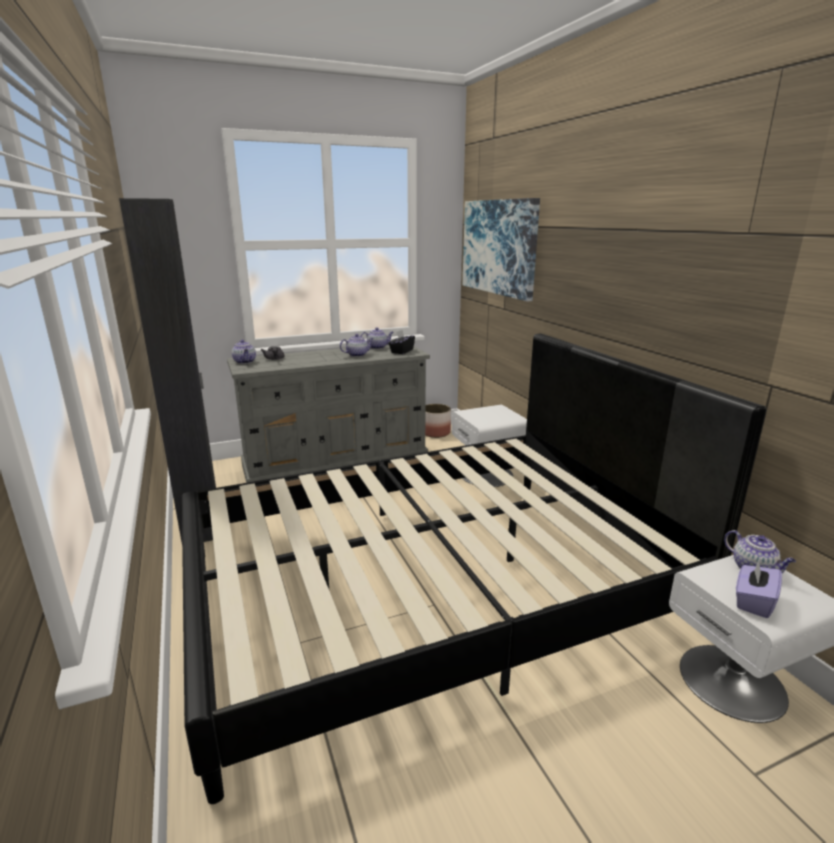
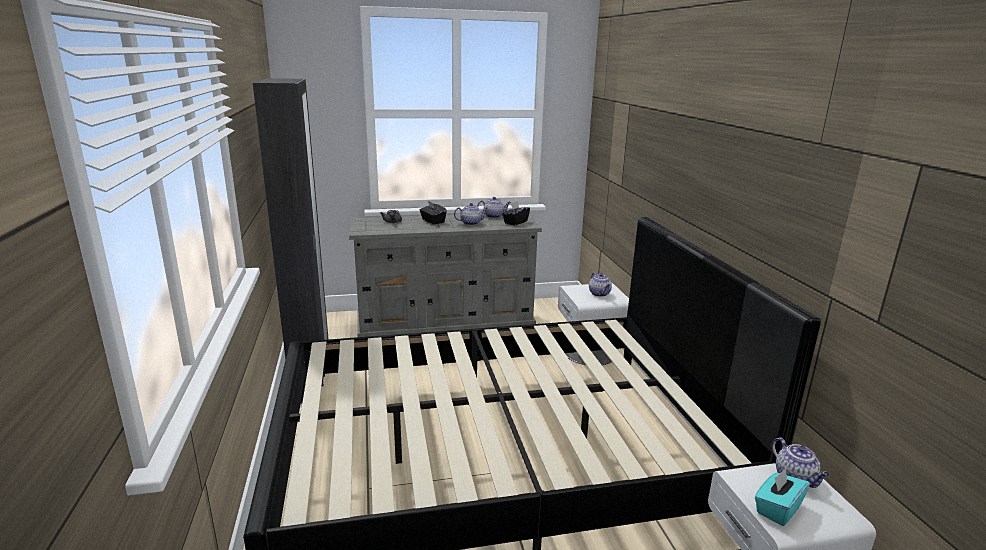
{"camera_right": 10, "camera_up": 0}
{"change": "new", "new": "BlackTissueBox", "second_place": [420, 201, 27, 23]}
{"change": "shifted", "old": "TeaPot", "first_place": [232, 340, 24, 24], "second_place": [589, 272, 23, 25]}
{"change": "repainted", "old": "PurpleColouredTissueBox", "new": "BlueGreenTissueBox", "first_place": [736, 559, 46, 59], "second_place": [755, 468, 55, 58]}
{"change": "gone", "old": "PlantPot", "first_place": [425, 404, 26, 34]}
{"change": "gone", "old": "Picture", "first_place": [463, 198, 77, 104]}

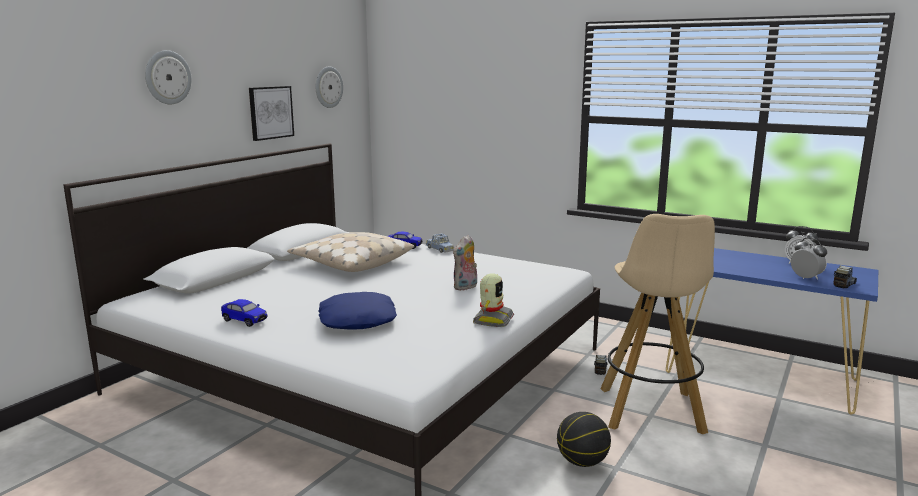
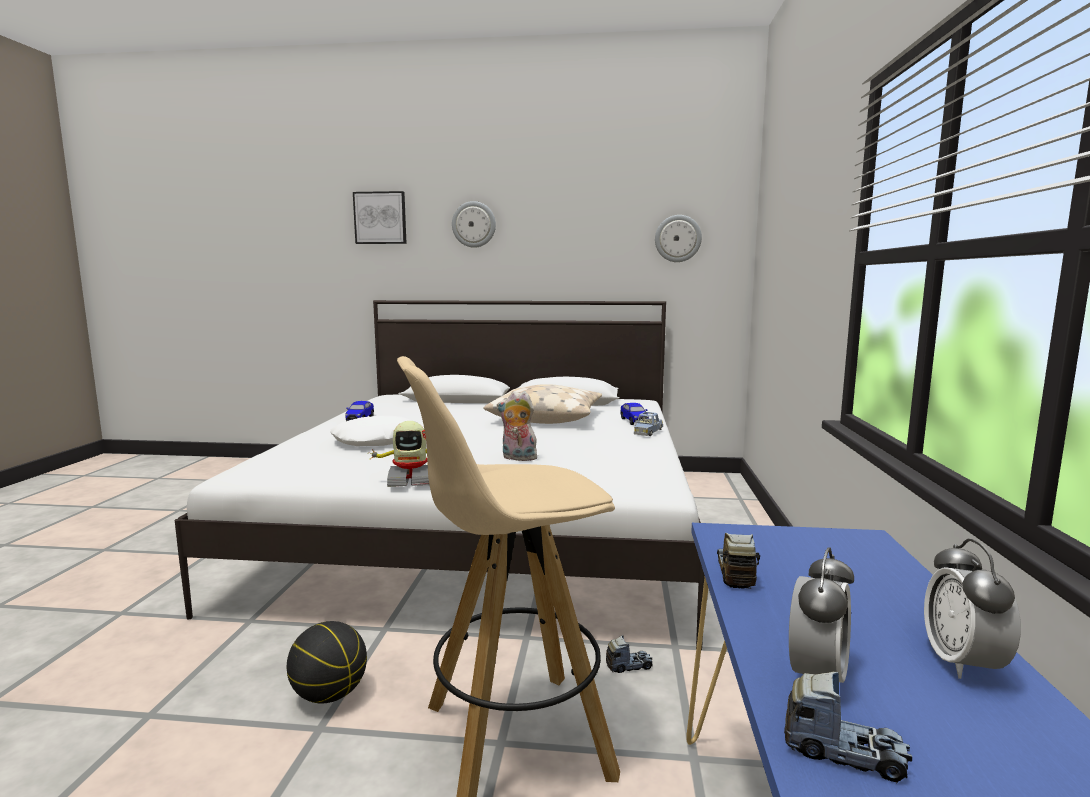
{"camera_right": 65, "camera_up": -5}
{"change": "repainted", "old": "BlueColouredThrowPillow", "new": "WhitishThrowPillow", "first_place": [318, 292, 79, 38], "second_place": [331, 416, 82, 30]}
{"change": "shifted", "old": "Picture", "first_place": [249, 86, 45, 55], "second_place": [353, 191, 54, 53]}
{"change": "new", "new": "ToyTruck", "second_place": [717, 533, 43, 56]}

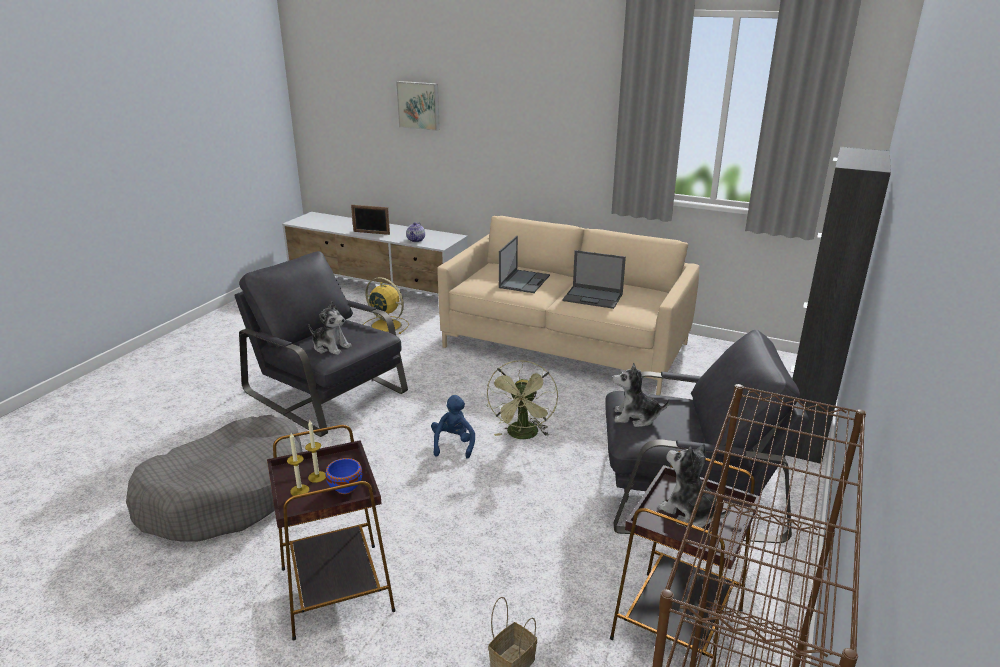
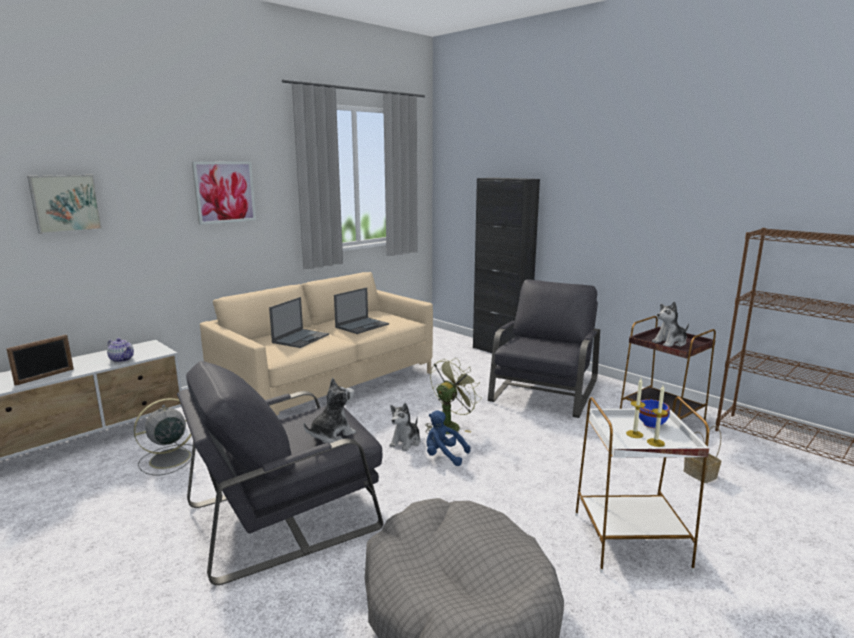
{"camera_right": -70, "camera_up": -10}
{"change": "repainted", "old": "YellowishCoolingFan", "new": "GreyishCoolingFan", "first_place": [363, 277, 46, 57], "second_place": [134, 398, 59, 77]}
{"change": "new", "new": "Picture", "second_place": [192, 161, 64, 64]}
{"change": "rotated", "old": "NotebookComputer", "first_place": [499, 236, 51, 57], "second_place": [269, 297, 60, 51], "degrees": 75}
{"change": "shifted", "old": "CuddlyToy", "first_place": [612, 363, 58, 64], "second_place": [389, 403, 32, 48]}
{"change": "rotated", "old": "GreenishCoolingFan", "first_place": [487, 360, 71, 79], "second_place": [425, 358, 57, 76], "degrees": -75}
{"change": "repainted", "old": "BrownAccentTable", "new": "WhitishAccentTable", "first_place": [267, 425, 128, 216], "second_place": [575, 397, 134, 176]}

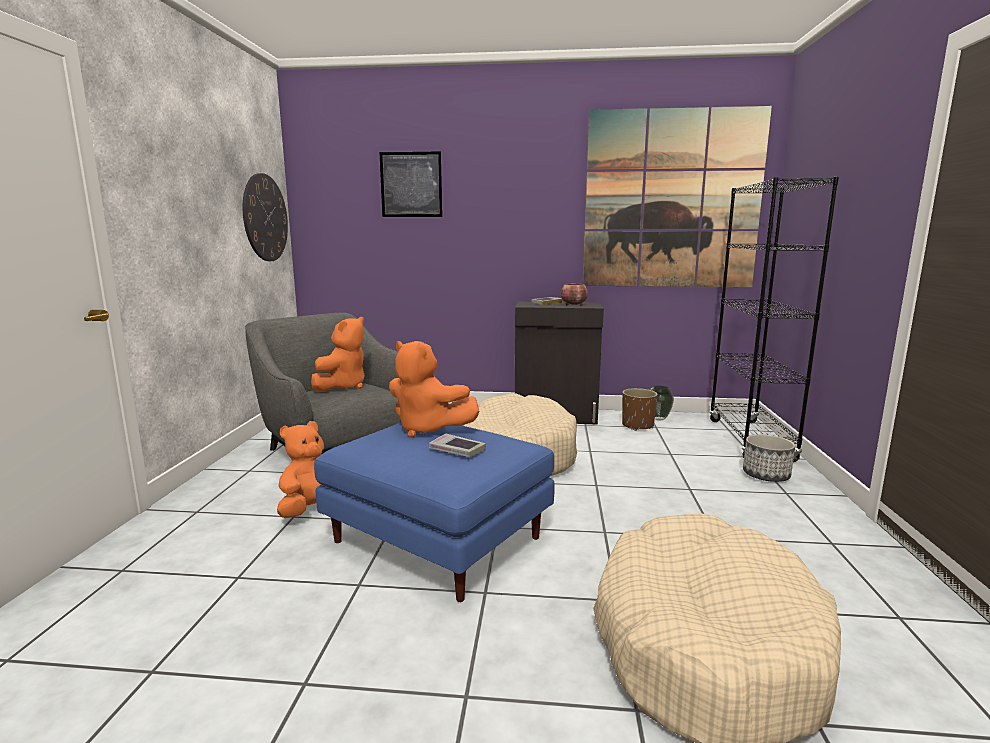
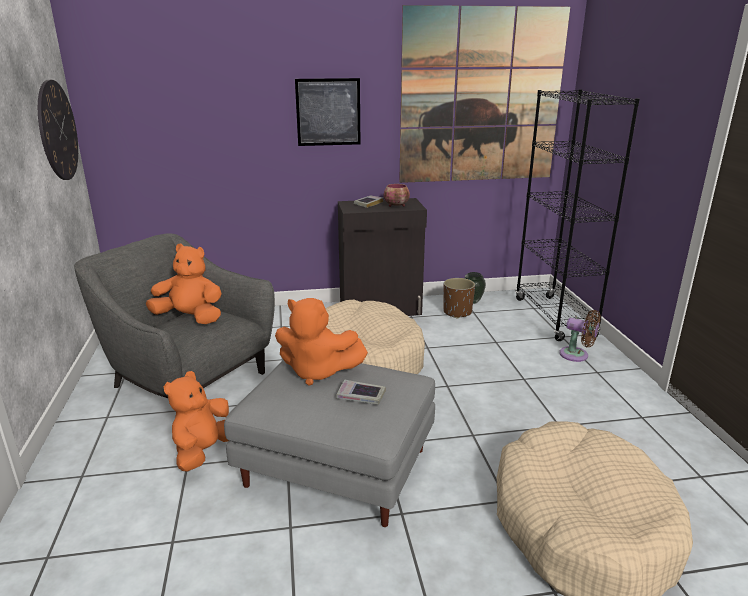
{"camera_right": -15, "camera_up": 10}
{"change": "rotated", "old": "OrangeCuddlyToy", "first_place": [311, 317, 54, 75], "second_place": [146, 243, 76, 81], "degrees": -90}
{"change": "repainted", "old": "BlueColouredPouffe", "new": "GreyishPouffe", "first_place": [314, 422, 241, 180], "second_place": [224, 360, 211, 167]}
{"change": "shifted", "old": "Picture", "first_place": [379, 151, 64, 66], "second_place": [295, 78, 65, 68]}
{"change": "swapped", "old": "PlantPot", "new": "BrownCoolingFan", "first_place": [743, 434, 52, 48], "second_place": [559, 310, 42, 52]}

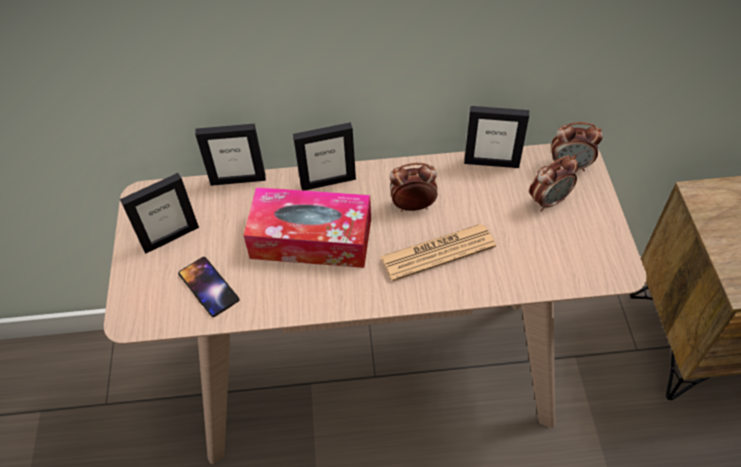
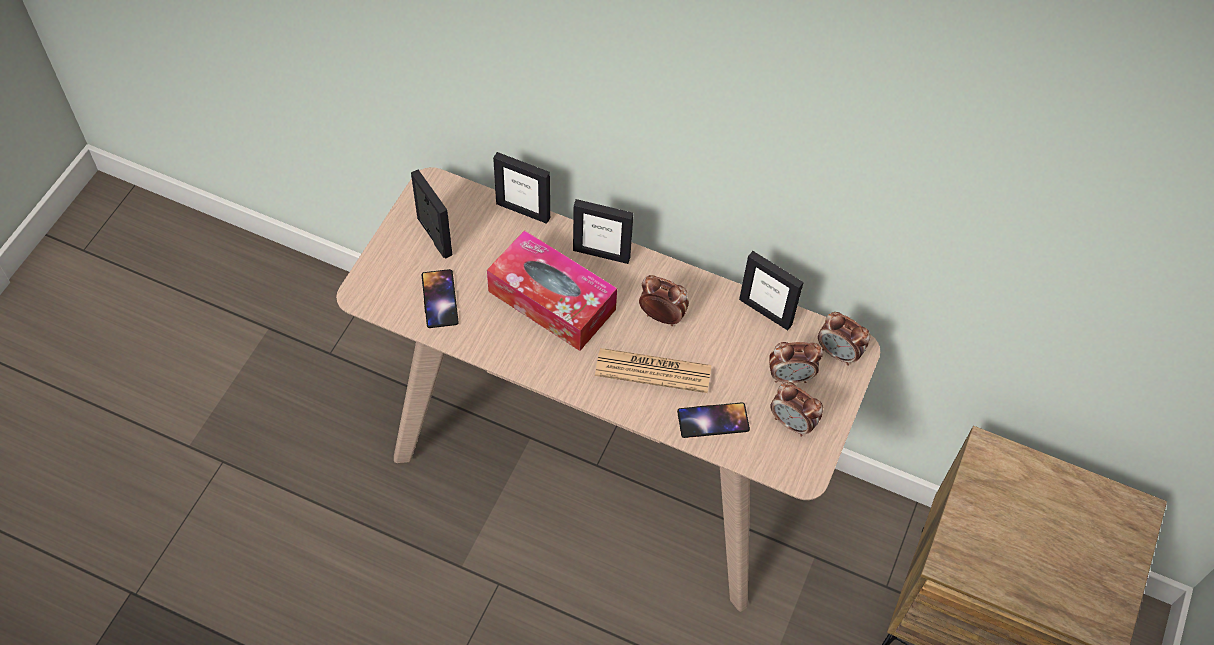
{"camera_right": 25, "camera_up": 5}
{"change": "rotated", "old": "StandingFrame", "first_place": [120, 173, 79, 81], "second_place": [411, 170, 41, 89], "degrees": -120}
{"change": "new", "new": "Phone", "second_place": [677, 402, 73, 36]}
{"change": "new", "new": "TableClock", "second_place": [770, 382, 53, 54]}

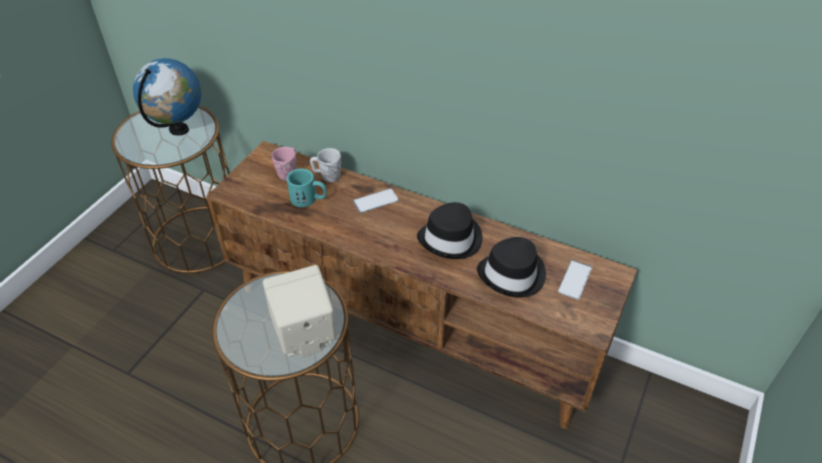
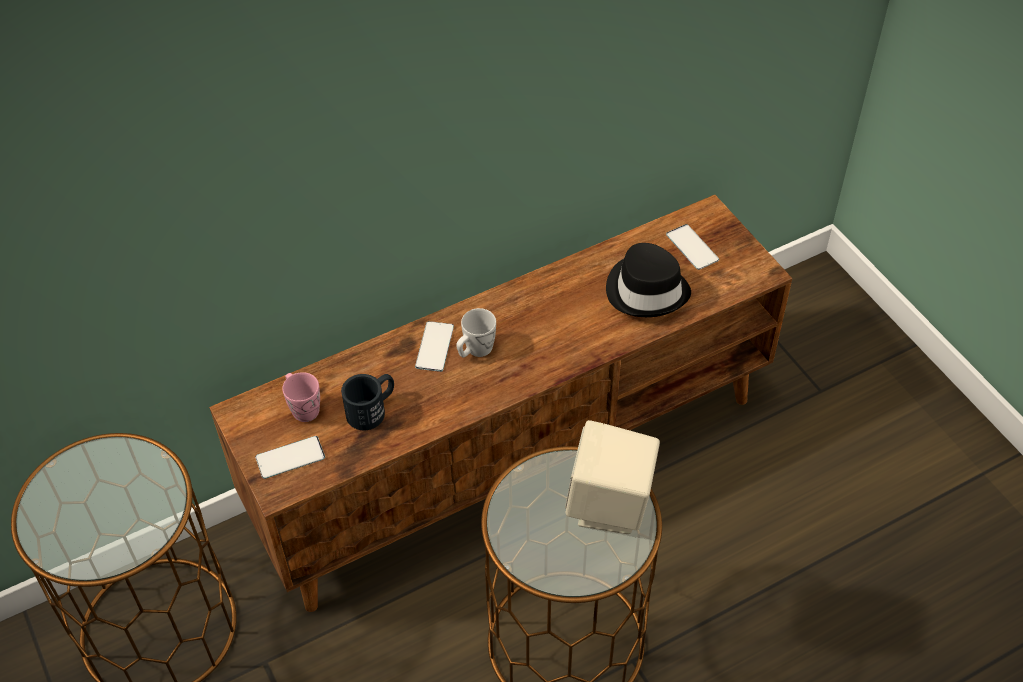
{"camera_right": -55, "camera_up": 5}
{"change": "new", "new": "Phone", "second_place": [255, 436, 70, 43]}
{"change": "repainted", "old": "BlueGreenTeaMug", "new": "BlackTeaMug", "first_place": [287, 168, 40, 39], "second_place": [341, 374, 53, 56]}
{"change": "shifted", "old": "WhitishTeaMug", "first_place": [310, 148, 31, 34], "second_place": [456, 308, 40, 50]}
{"change": "gone", "old": "Globe", "first_place": [133, 58, 68, 78]}
{"change": "gone", "old": "BlackClothingHat", "first_place": [417, 202, 65, 57]}

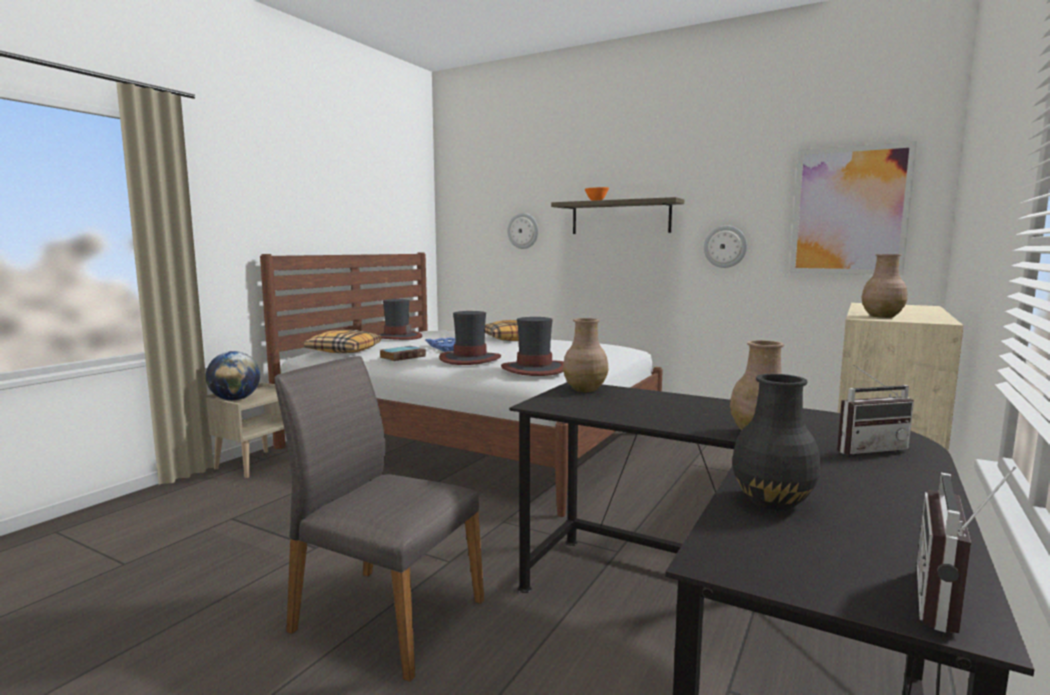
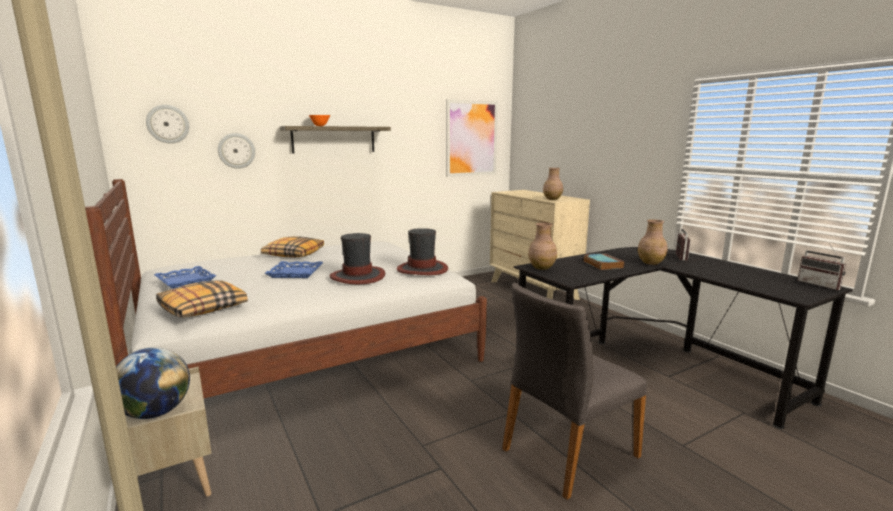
{"camera_right": -60, "camera_up": 5}
{"change": "shifted", "old": "ClockOnTheWall", "first_place": [704, 225, 43, 43], "second_place": [146, 105, 43, 39]}
{"change": "swapped", "old": "ClothingHat", "new": "BlueColouredTray", "first_place": [377, 299, 45, 41], "second_place": [154, 266, 62, 23]}
{"change": "shifted", "old": "Book", "first_place": [380, 346, 46, 15], "second_place": [583, 253, 42, 17]}
{"change": "gone", "old": "BlackFlowerVase", "first_place": [732, 374, 88, 136]}

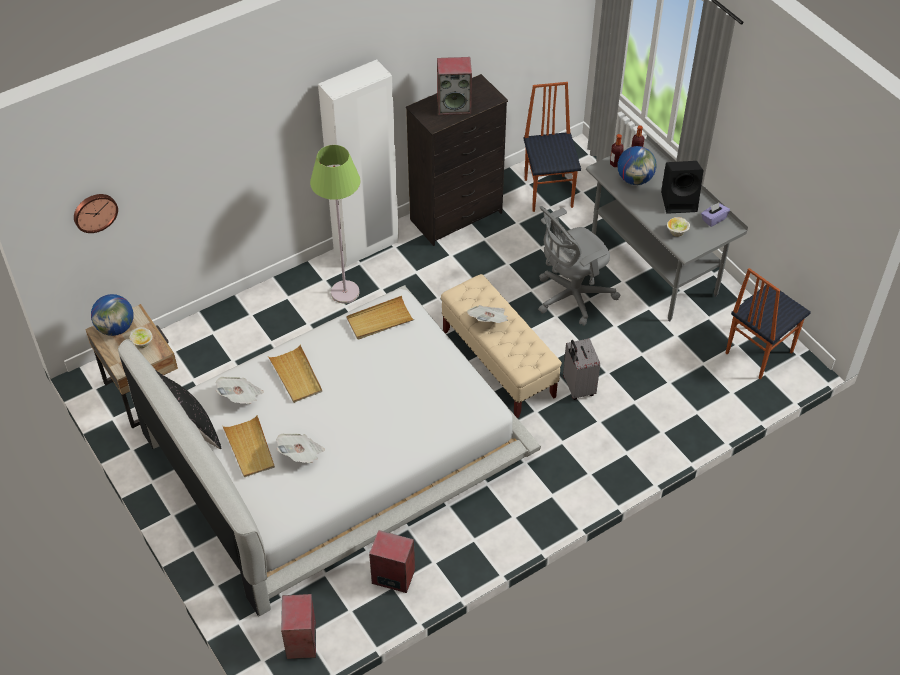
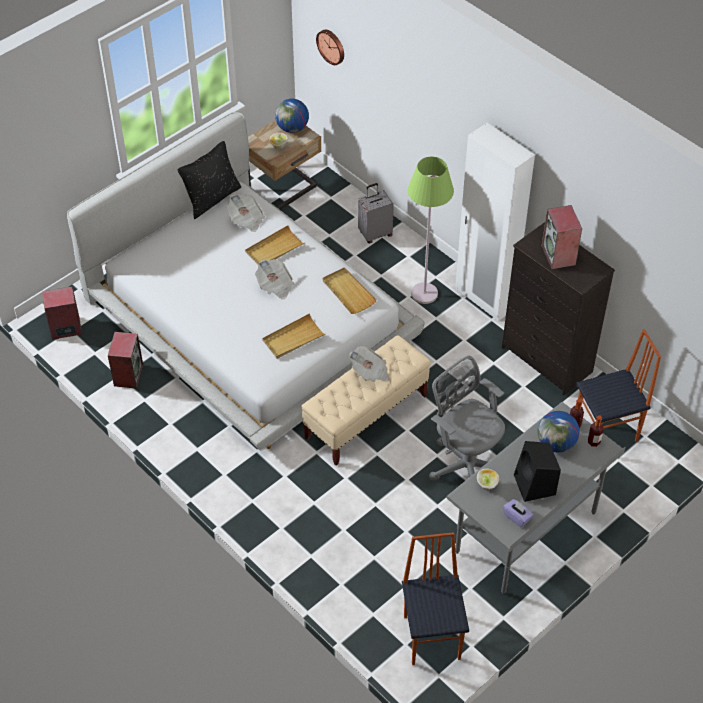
{"camera_right": 80, "camera_up": 0}
{"change": "shifted", "old": "Newspaper", "first_place": [276, 433, 49, 30], "second_place": [255, 259, 40, 41]}
{"change": "shifted", "old": "BeigeTray", "first_place": [223, 415, 52, 62], "second_place": [262, 313, 64, 46]}
{"change": "shifted", "old": "GreyishTravelCase", "first_place": [563, 338, 37, 62], "second_place": [358, 183, 36, 60]}
{"change": "rotated", "old": "Chair", "first_place": [726, 268, 85, 111], "second_place": [402, 532, 67, 133], "degrees": 45}

